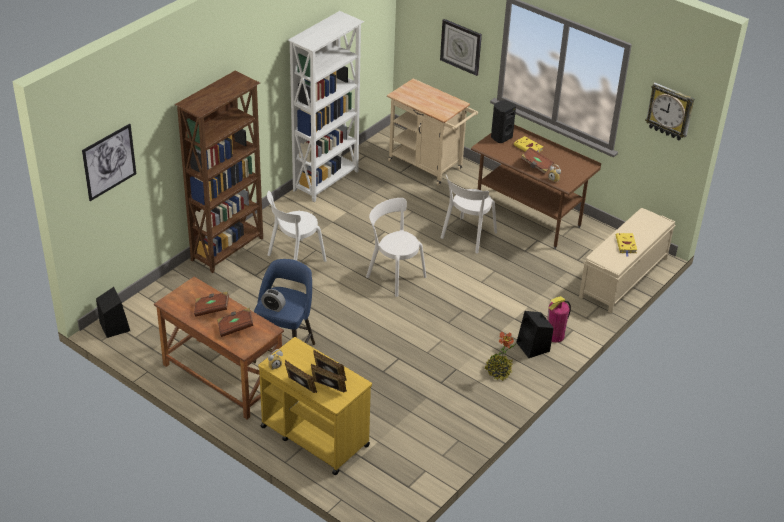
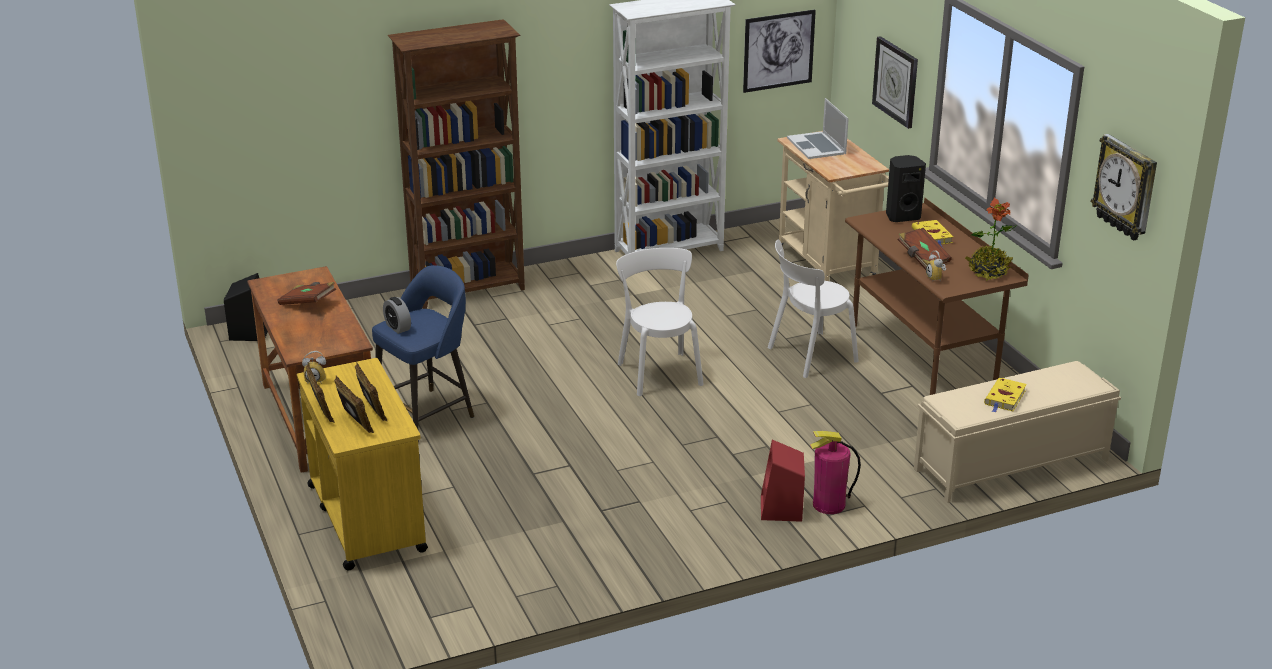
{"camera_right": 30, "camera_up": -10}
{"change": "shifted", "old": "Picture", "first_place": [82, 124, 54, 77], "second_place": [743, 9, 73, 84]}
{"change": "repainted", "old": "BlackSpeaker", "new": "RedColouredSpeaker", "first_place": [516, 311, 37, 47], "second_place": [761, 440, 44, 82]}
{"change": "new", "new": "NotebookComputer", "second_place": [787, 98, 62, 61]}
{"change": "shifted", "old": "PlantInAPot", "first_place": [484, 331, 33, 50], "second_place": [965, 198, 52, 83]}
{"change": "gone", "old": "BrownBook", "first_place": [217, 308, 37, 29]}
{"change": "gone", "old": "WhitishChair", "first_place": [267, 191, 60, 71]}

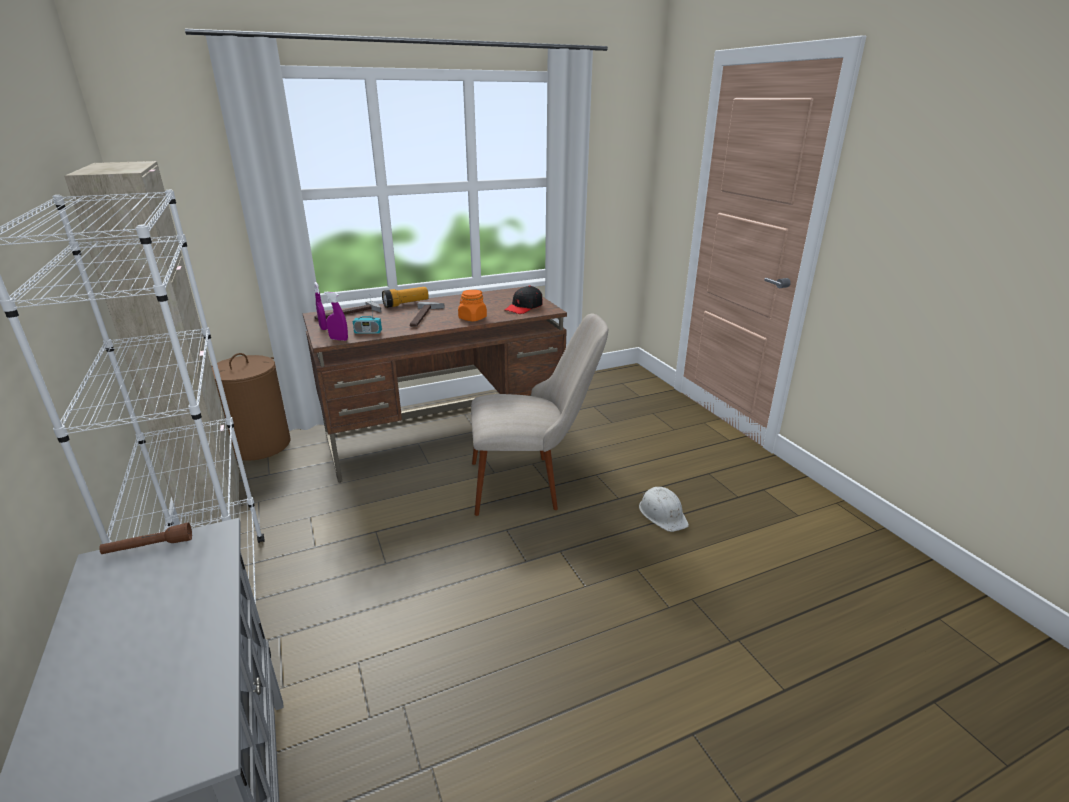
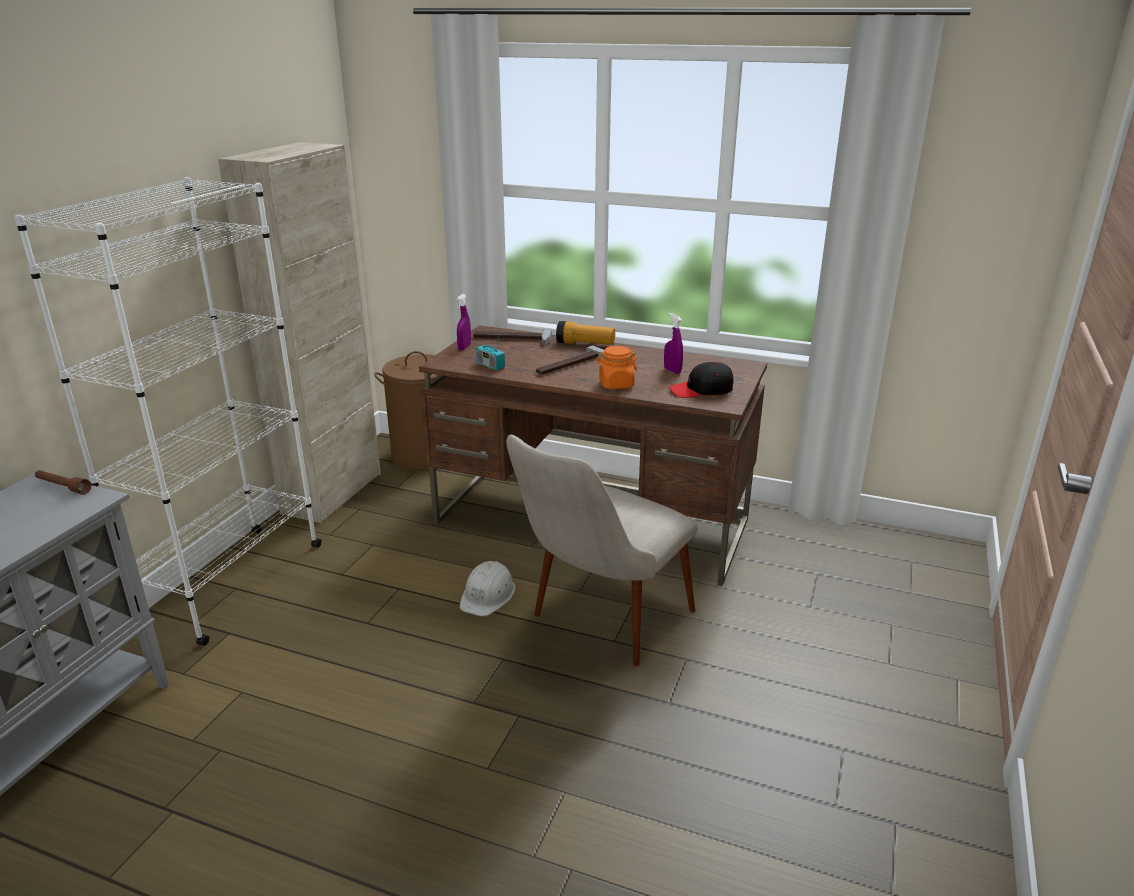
{"camera_right": 45, "camera_up": 0}
{"change": "shifted", "old": "WhitishHardHat", "first_place": [639, 487, 50, 45], "second_place": [460, 561, 55, 55]}
{"change": "rotated", "old": "BeigeChair", "first_place": [471, 313, 137, 203], "second_place": [506, 435, 192, 231], "degrees": 90}
{"change": "shifted", "old": "PurpleColouredHandSprayer", "first_place": [324, 292, 24, 49], "second_place": [664, 313, 19, 61]}

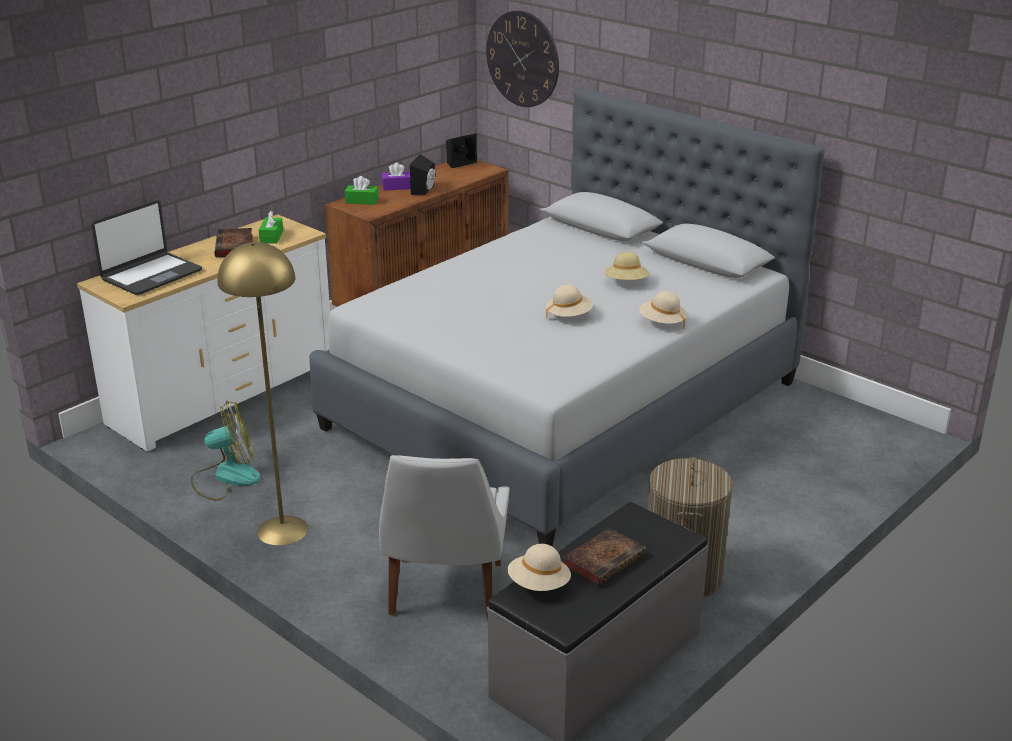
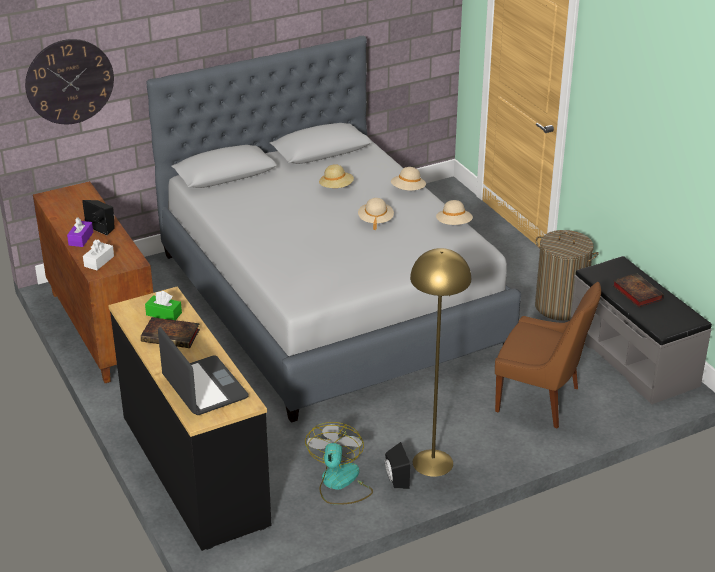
{"camera_right": -70, "camera_up": 5}
{"change": "repainted", "old": "GreenishTissueBox", "new": "WhitishTissueBox", "first_place": [345, 176, 33, 29], "second_place": [83, 240, 31, 30]}
{"change": "repainted", "old": "WhitishChestOfDrawers", "new": "BlackChestOfDrawers", "first_place": [77, 214, 253, 238], "second_place": [108, 287, 164, 264]}
{"change": "shifted", "old": "BlackSpeaker", "first_place": [446, 133, 31, 35], "second_place": [385, 442, 25, 47]}
{"change": "shifted", "old": "BeigeClothingHat", "first_place": [507, 544, 64, 47], "second_place": [436, 200, 37, 25]}
{"change": "repainted", "old": "WhitishChair", "new": "BrownChair", "first_place": [379, 455, 131, 165], "second_place": [495, 282, 106, 147]}

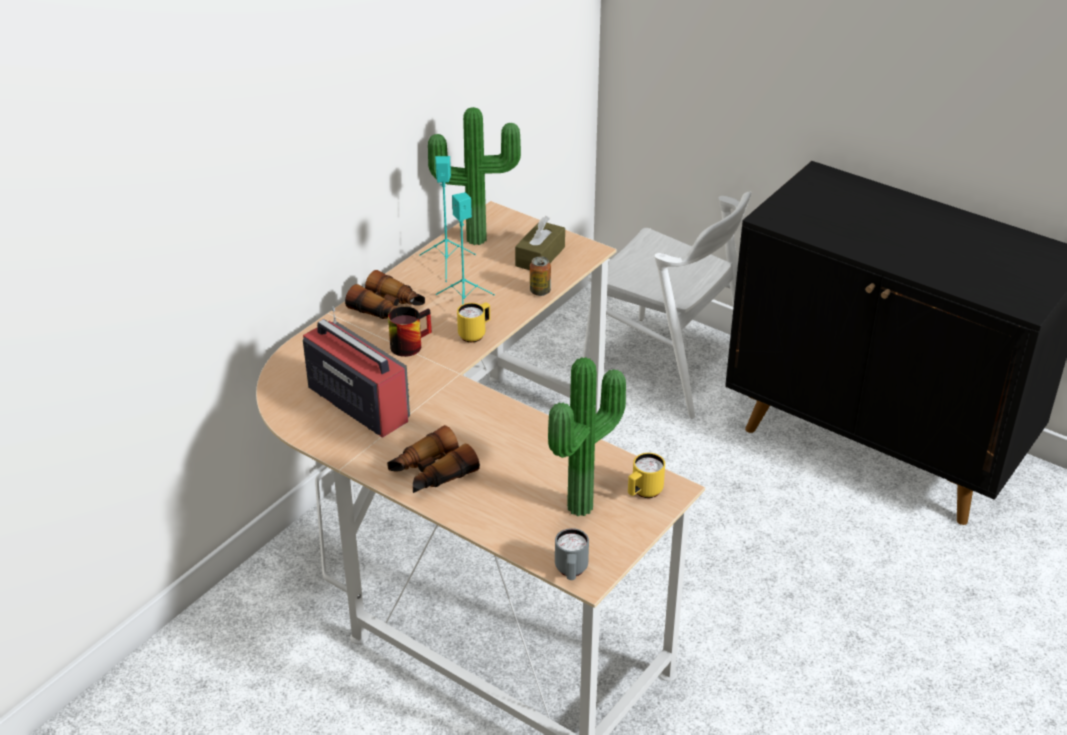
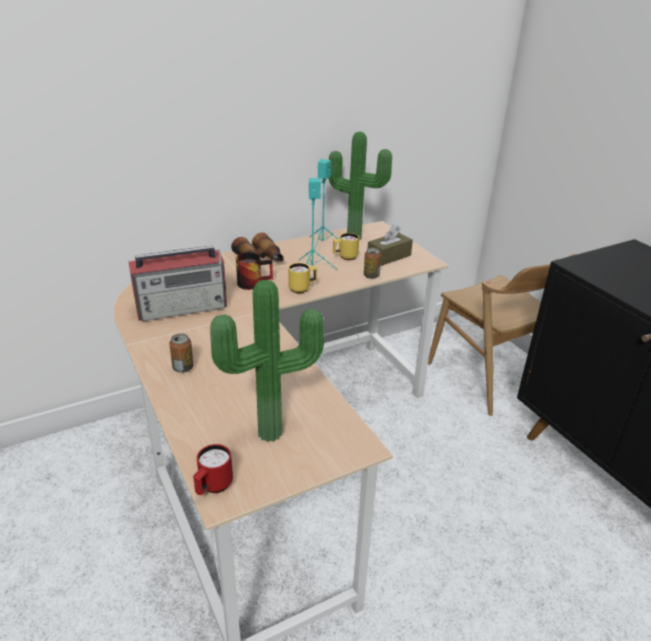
{"camera_right": 25, "camera_up": -5}
{"change": "rotated", "old": "RadioSet", "first_place": [303, 306, 107, 132], "second_place": [128, 246, 99, 75], "degrees": 90}
{"change": "swapped", "old": "Binoculars", "new": "SealedCan", "first_place": [387, 425, 93, 68], "second_place": [169, 334, 25, 39]}
{"change": "repainted", "old": "GreyishTeaMug", "new": "RedColouredTeaMug", "first_place": [555, 528, 34, 52], "second_place": [193, 444, 40, 51]}
{"change": "shifted", "old": "YellowishTeaMug", "first_place": [628, 453, 37, 45], "second_place": [333, 233, 26, 27]}
{"change": "repainted", "old": "WhitishChair", "new": "BrownChair", "first_place": [583, 192, 169, 226], "second_place": [428, 254, 149, 162]}

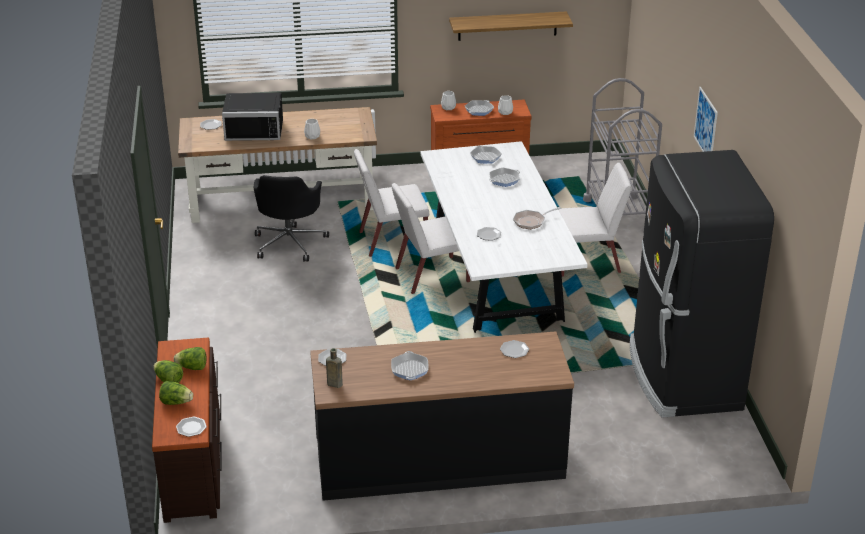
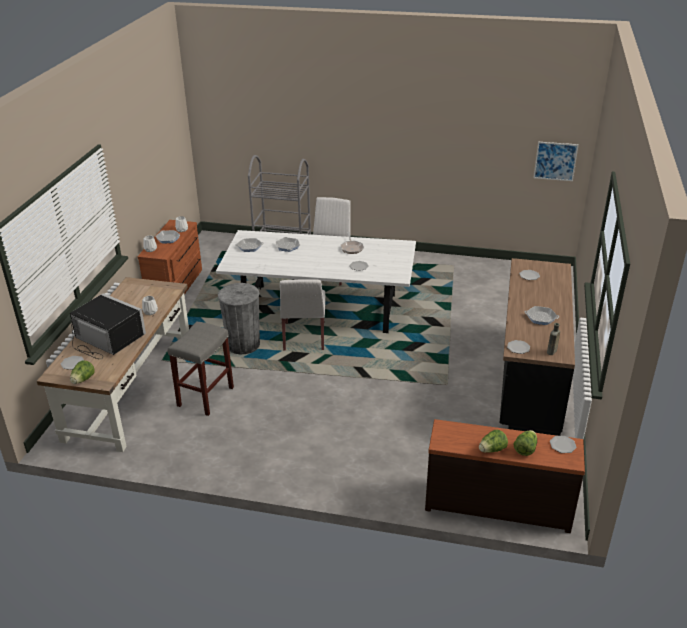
{"camera_right": -70, "camera_up": 0}
{"change": "rotated", "old": "BlackKitchenMicrowave", "first_place": [222, 93, 61, 48], "second_place": [70, 293, 76, 66], "degrees": -75}
{"change": "shifted", "old": "Lettuce", "first_place": [174, 347, 32, 23], "second_place": [70, 360, 25, 24]}
{"change": "swapped", "old": "BlackDeskChair", "new": "GreyishStool", "first_place": [253, 175, 76, 87], "second_place": [168, 321, 66, 95]}
{"change": "swapped", "old": "WhitishChair", "new": "GreyishWasteBin", "first_place": [354, 149, 75, 108], "second_place": [218, 283, 42, 71]}
{"change": "shifted", "old": "Picture", "first_place": [694, 87, 24, 65], "second_place": [533, 142, 46, 39]}
{"change": "gone", "old": "Shelf", "first_place": [449, 11, 124, 30]}
{"change": "gone", "old": "BlackRefrigerator", "first_place": [630, 150, 144, 268]}

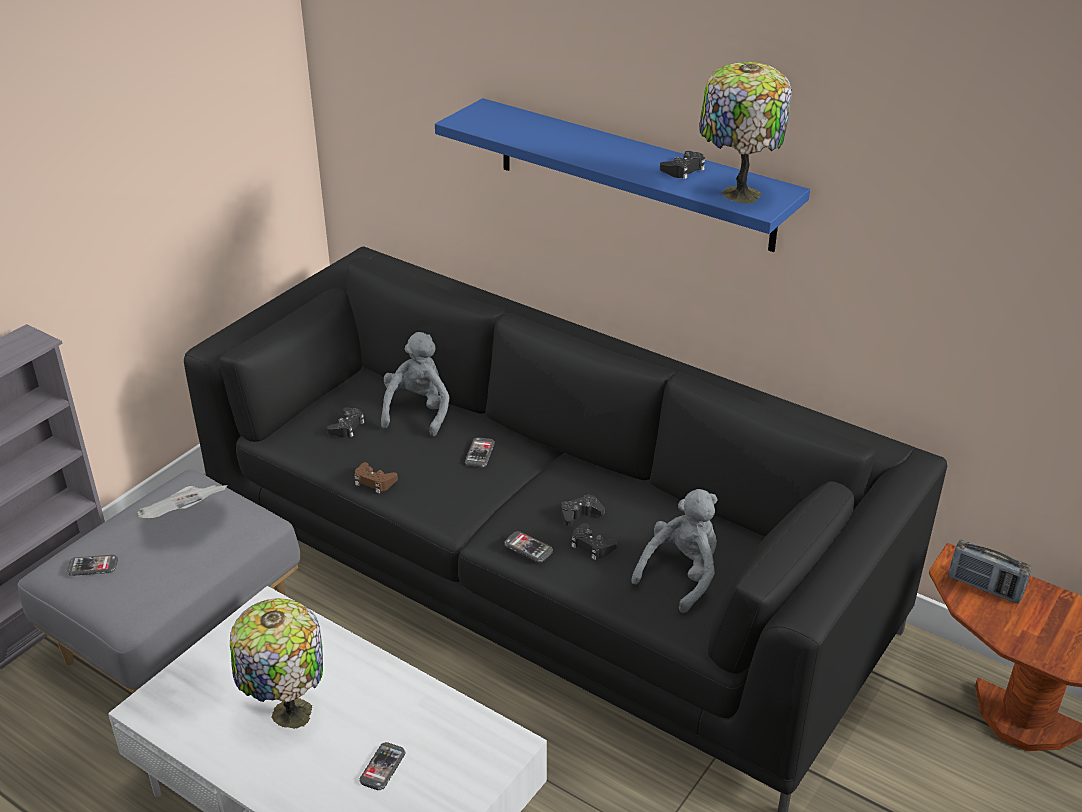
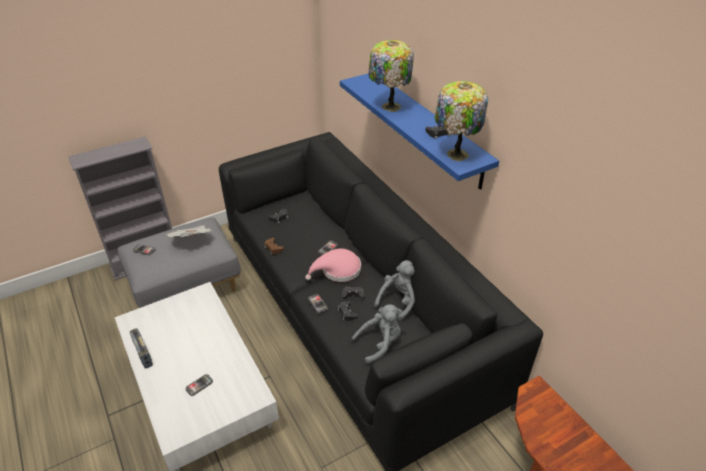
{"camera_right": 25, "camera_up": 5}
{"change": "shifted", "old": "RadioSet", "first_place": [948, 540, 83, 63], "second_place": [130, 328, 23, 41]}
{"change": "new", "new": "PinkishClothingHat", "second_place": [305, 249, 56, 33]}
{"change": "shifted", "old": "TableLamp", "first_place": [230, 598, 93, 131], "second_place": [368, 40, 46, 72]}
{"change": "shifted", "old": "GreyishCuddlyToy", "first_place": [381, 332, 69, 104], "second_place": [374, 260, 41, 61]}

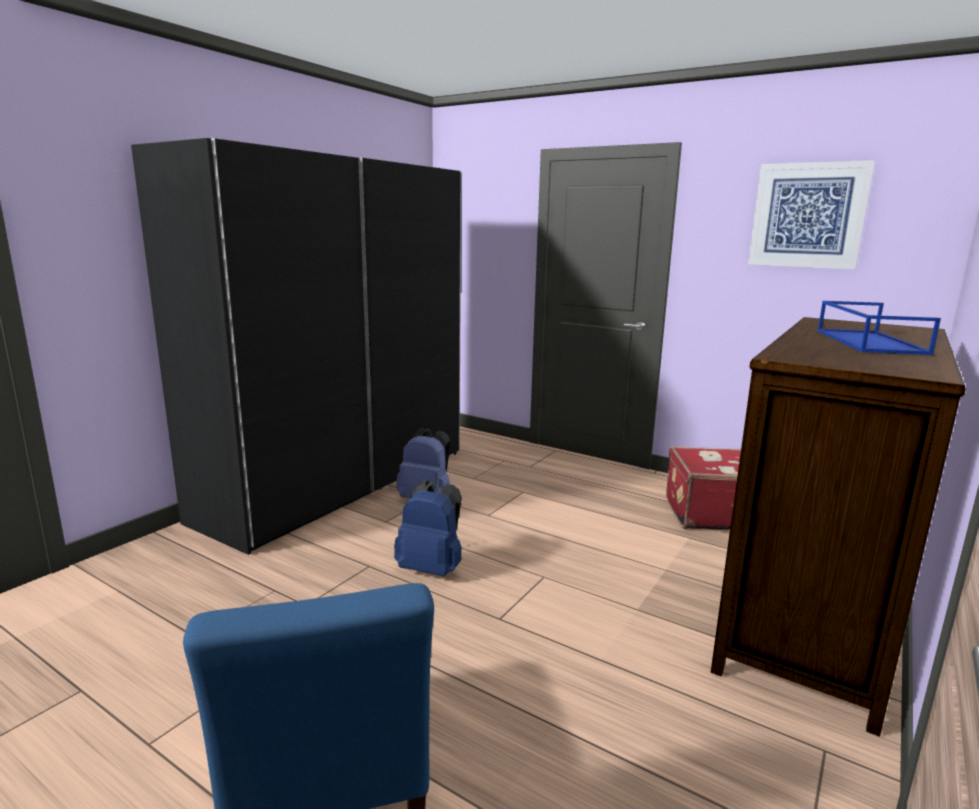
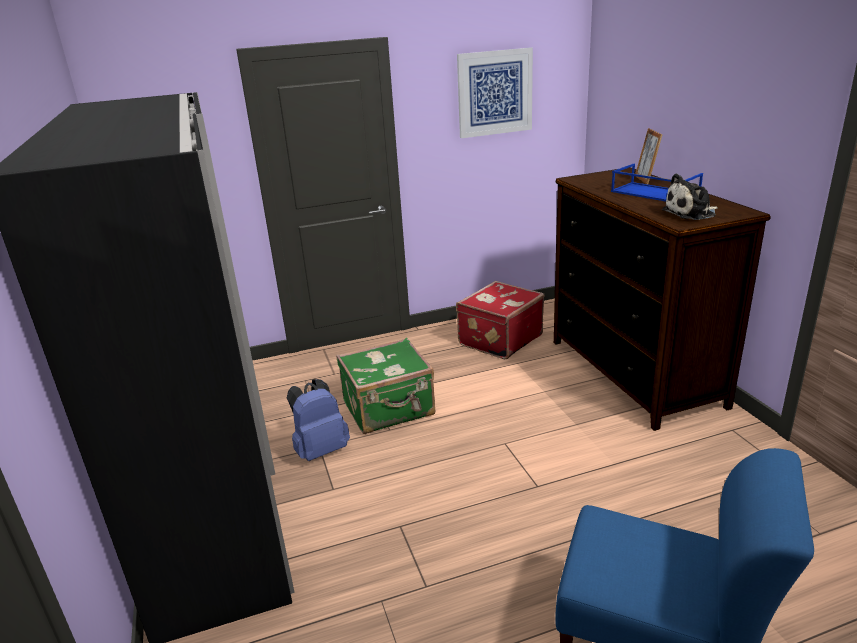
{"camera_right": -50, "camera_up": 10}
{"change": "new", "new": "GreenishTravelCase", "second_place": [336, 338, 100, 96]}
{"change": "new", "new": "StandingFrame", "second_place": [635, 128, 27, 56]}
{"change": "new", "new": "CuddlyToy", "second_place": [662, 173, 56, 47]}
{"change": "gone", "old": "BlueColouredBackpack", "first_place": [394, 480, 68, 96]}

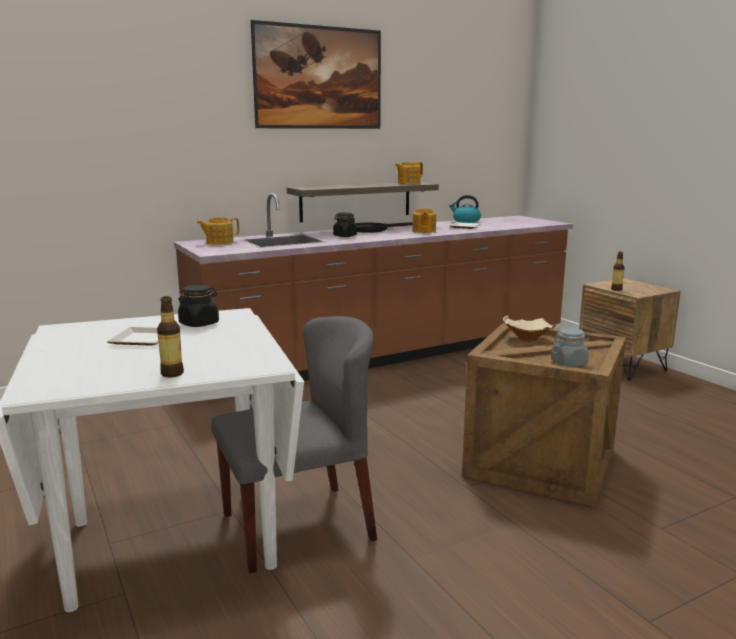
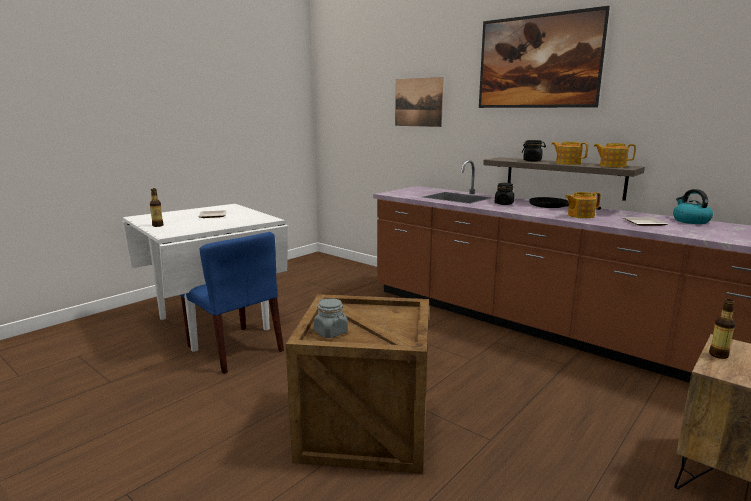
{"camera_right": 70, "camera_up": 0}
{"change": "repainted", "old": "GreyishChair", "new": "BlueColouredChair", "first_place": [211, 316, 166, 257], "second_place": [180, 232, 104, 142]}
{"change": "new", "new": "Picture", "second_place": [395, 77, 49, 50]}
{"change": "shifted", "old": "BlackPreserveJar", "first_place": [178, 285, 41, 42], "second_place": [522, 140, 24, 22]}
{"change": "shifted", "old": "TeaPot", "first_place": [196, 218, 43, 27], "second_place": [552, 142, 36, 23]}
{"change": "gone", "old": "BeigeDeepDish", "first_place": [503, 315, 53, 27]}

